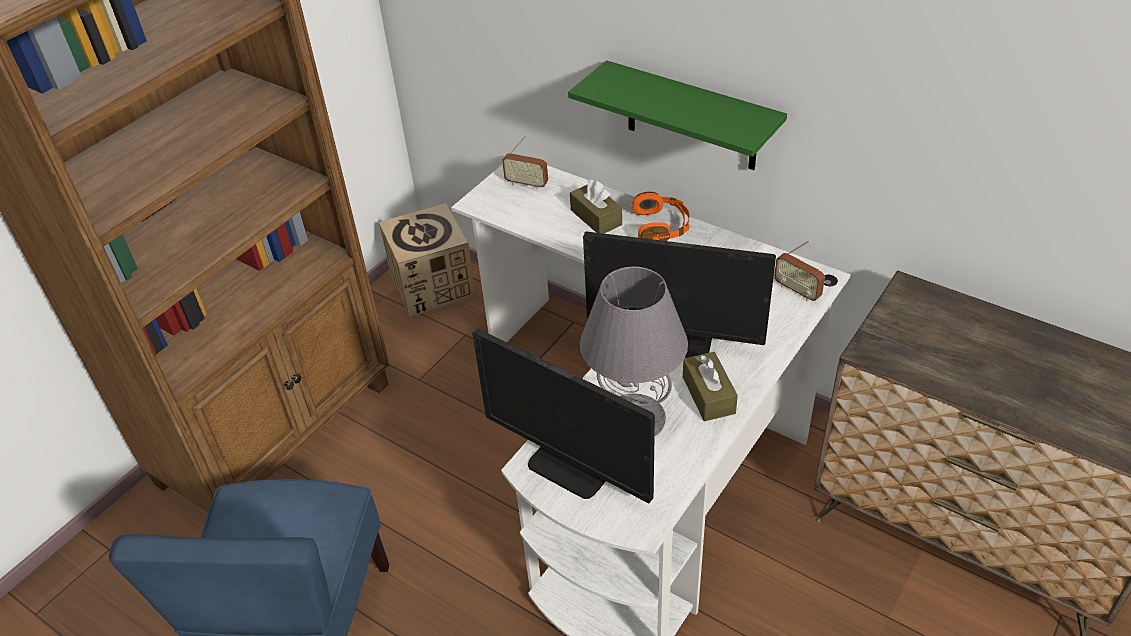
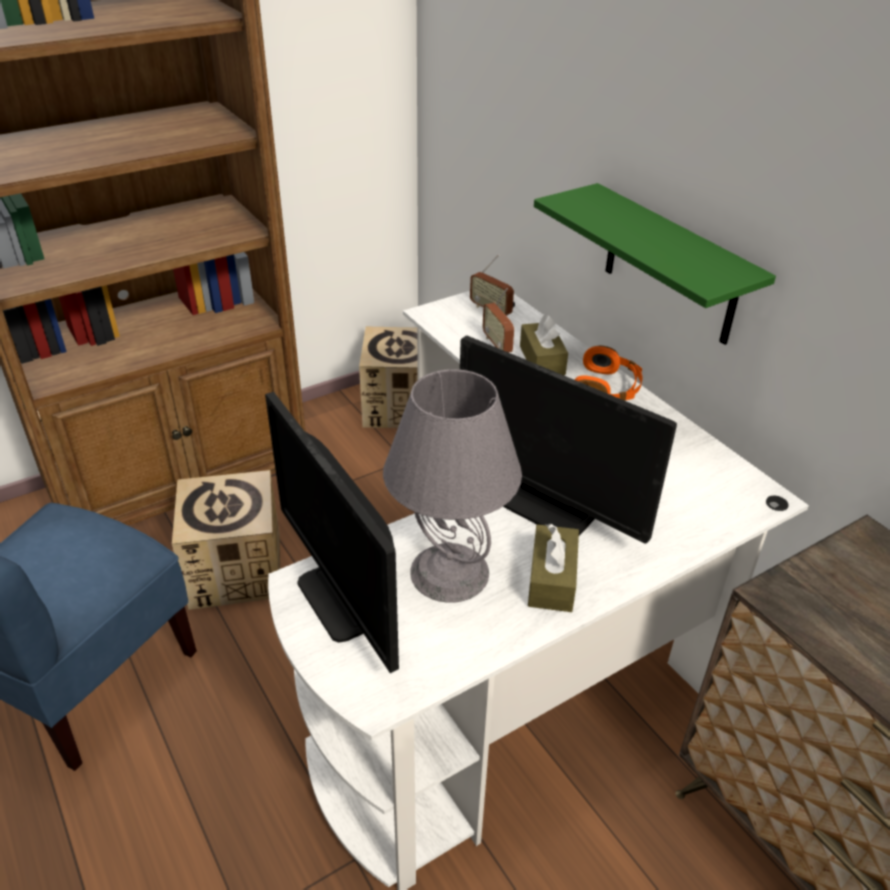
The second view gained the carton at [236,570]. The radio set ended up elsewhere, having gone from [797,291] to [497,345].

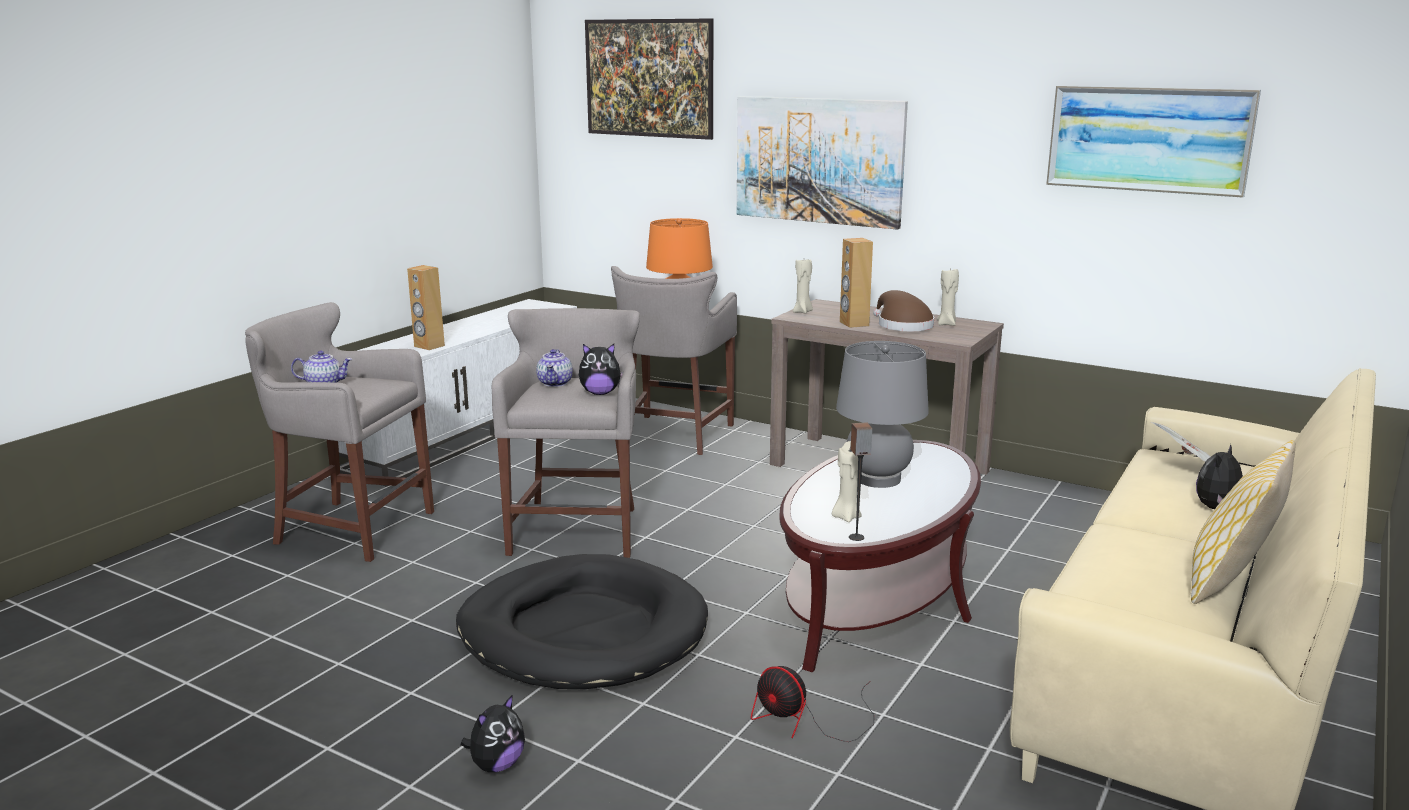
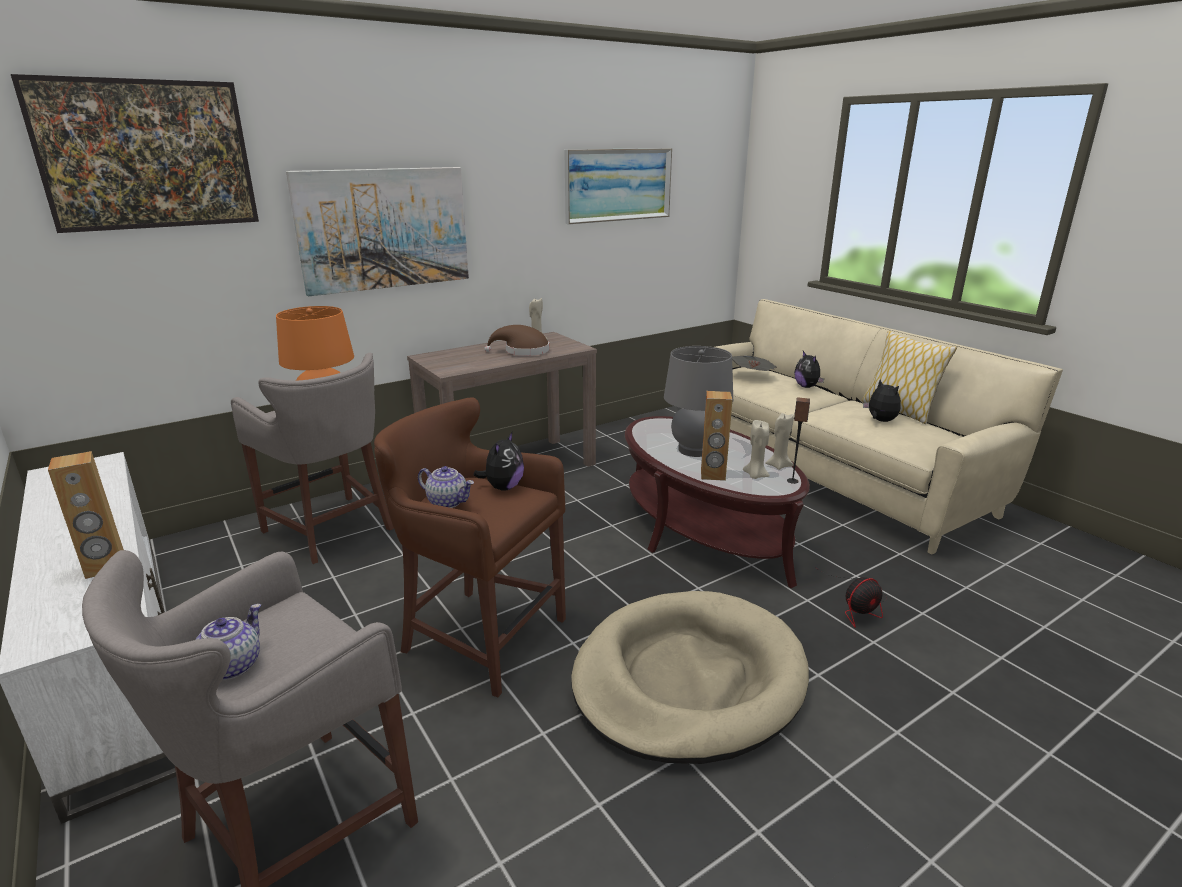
What was the grey stool at [577,529] turned into the brown-coloured stool at [479,635]. What was the blackish pet bed at [583,631] turned into the beige pet bed at [688,680]. The brown-coloured loudspeaker ended up elsewhere, having gone from [853,324] to [713,475]. The beige wax light ended up elsewhere, having gone from [803,312] to [778,465]. The plush toy ended up elsewhere, having gone from [496,765] to [880,421].

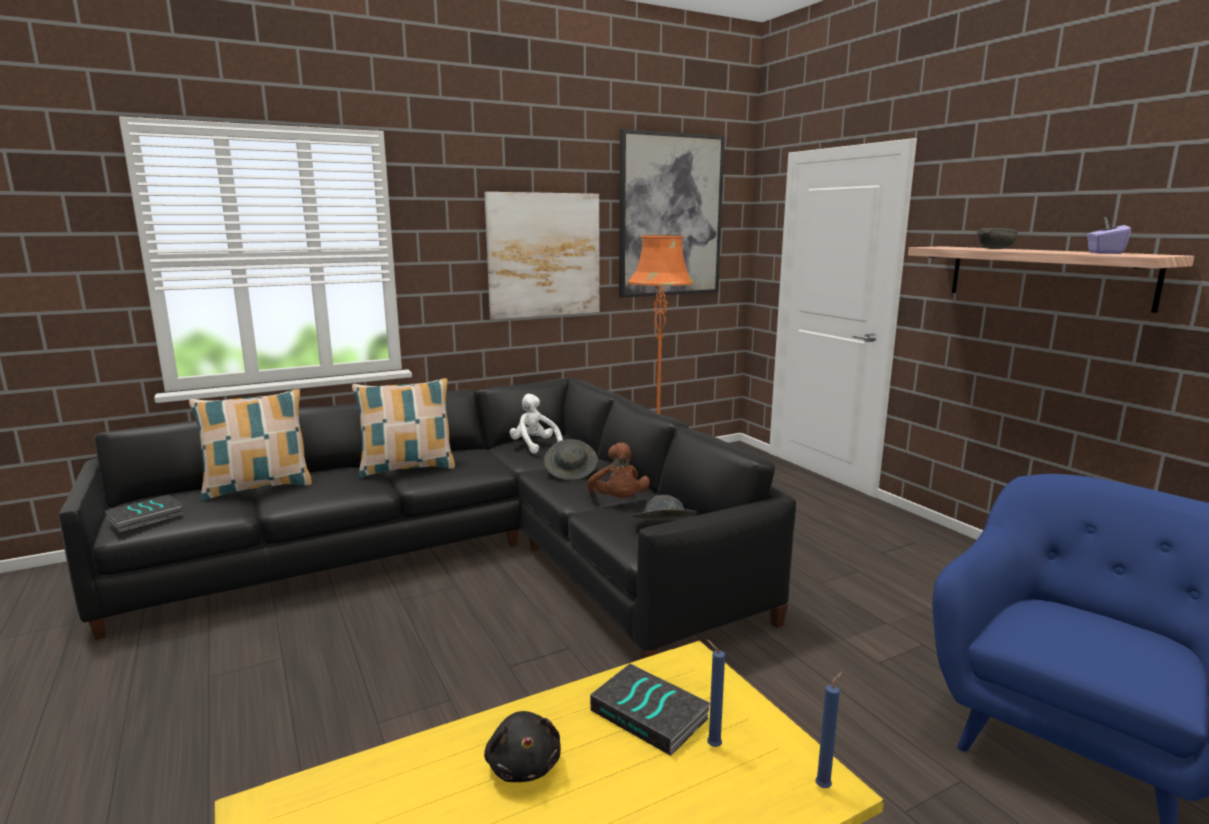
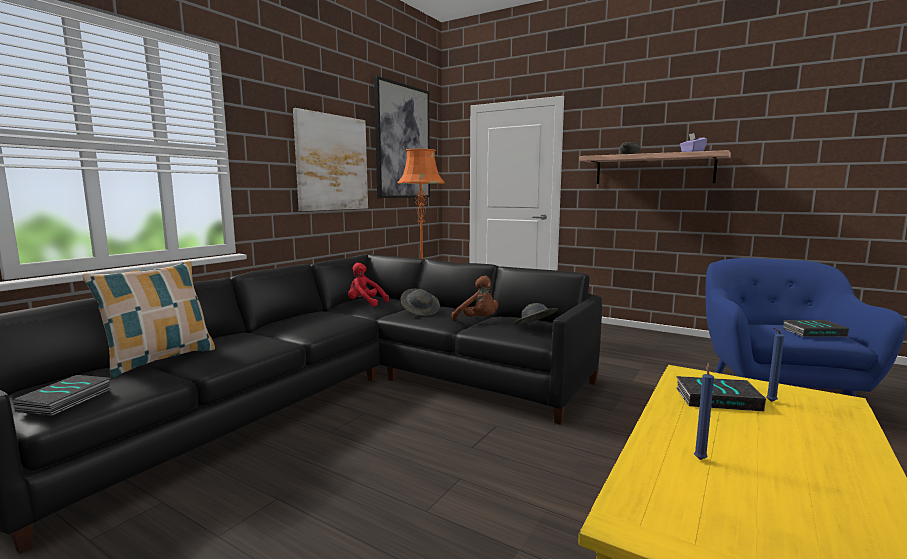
What was the whitish plush toy at [534,446] turned into the red-coloured plush toy at [365,303]. The blue wax light ended up elsewhere, having gone from [824,786] to [700,458]. The second view gained the volume at [813,332]. The second view lost the throw pillow at [407,468]. The second view lost the blackish plush toy at [523,765].

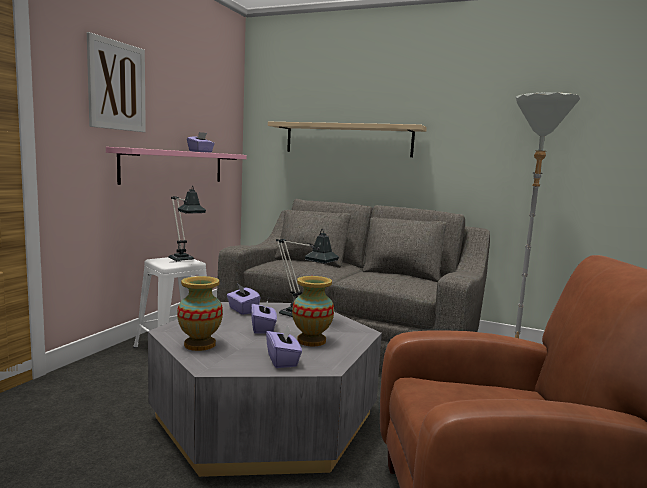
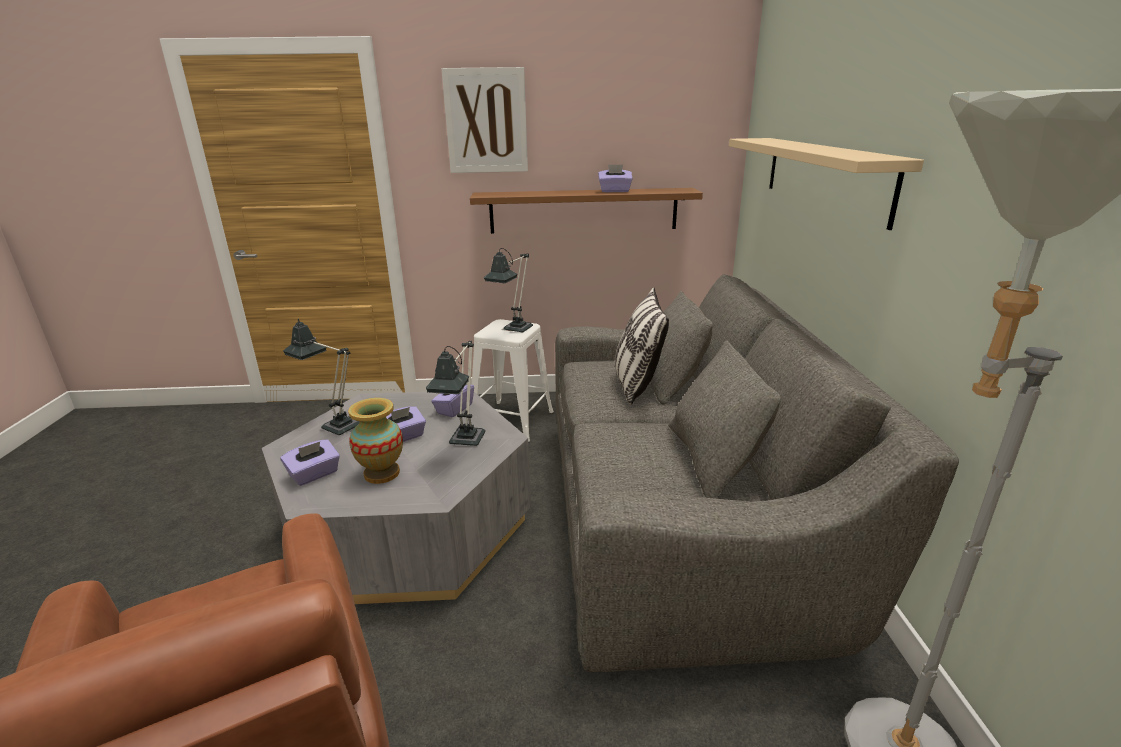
Where the flower vase stood at [200,345], the table lamp came to stand at [336,424]. What was the pink shelf at [175,167] turned into the brown-coloured shelf at [583,210]. The second view gained the throw pillow at [636,384].

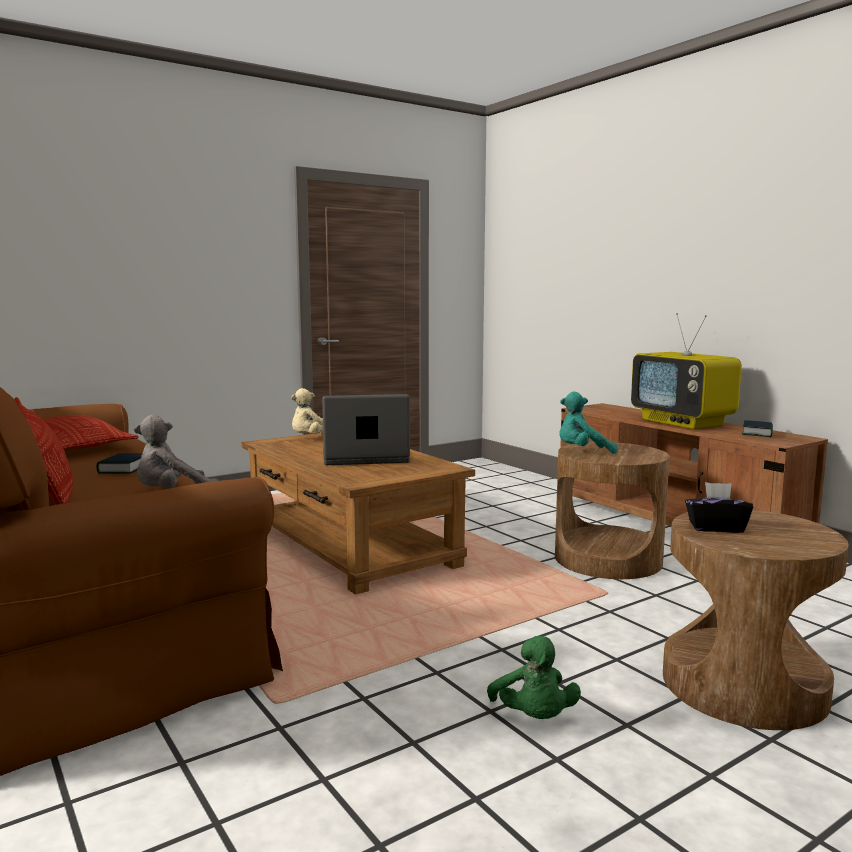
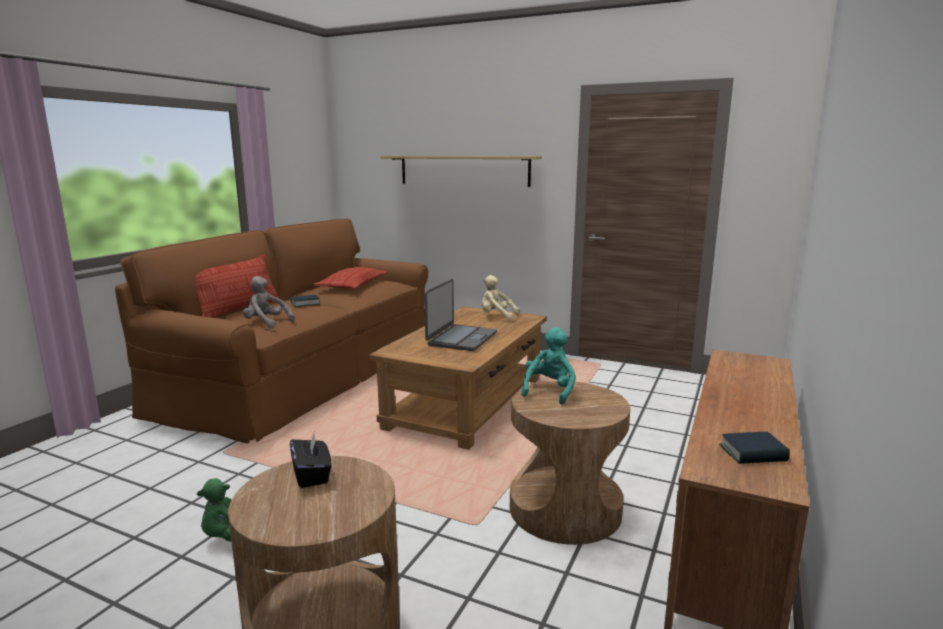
The second view gained the shelf at [463,170]. The laptop at [365,458] ended up facing another way, 60 degrees clockwise from before. The turquoise plush toy at [582,452] ended up facing another way, 60 degrees clockwise from before. The second view lost the TV set at [683,423].

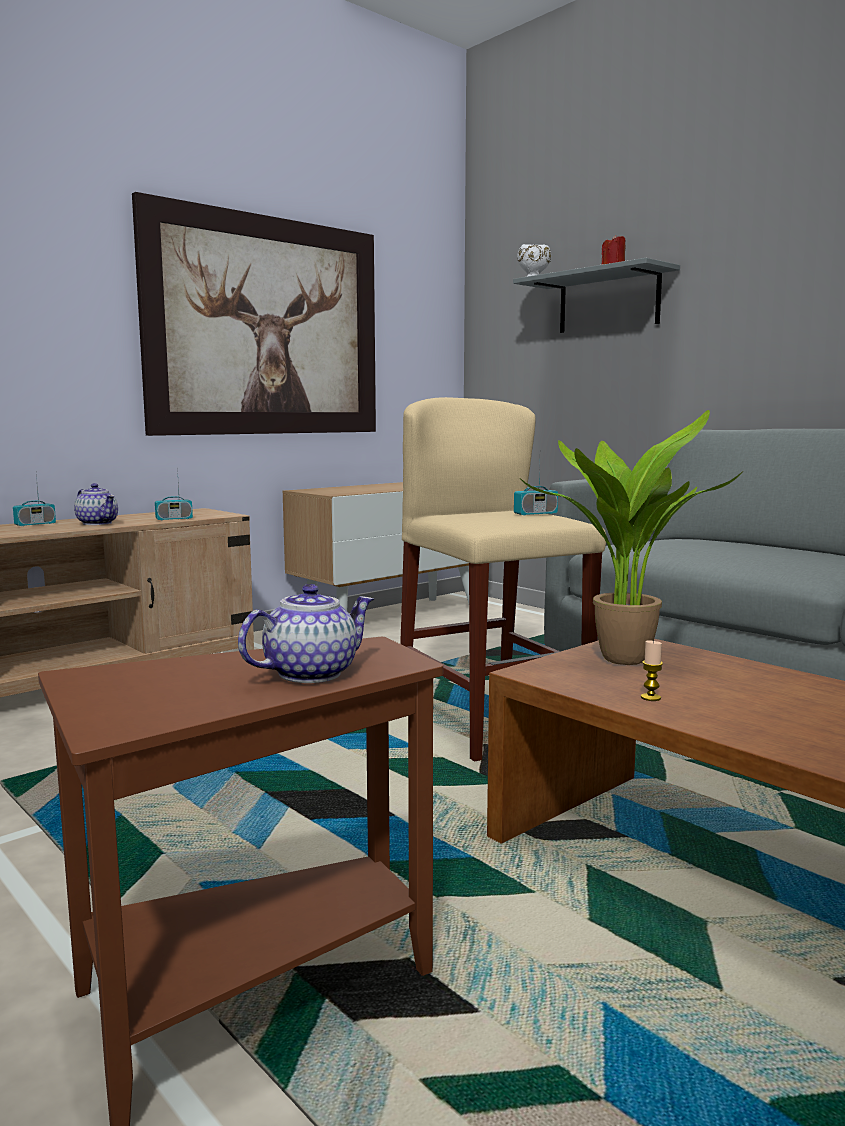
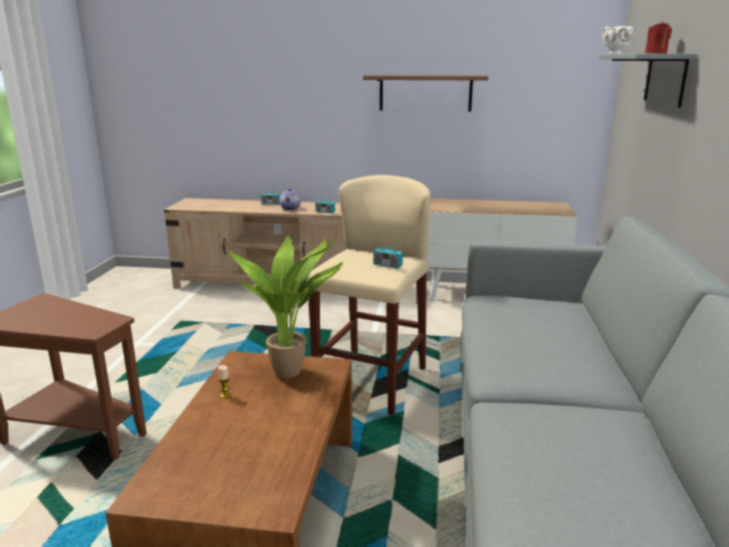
Where the wall picture hung at [266,327], the shelf came to hang at [425,93]. The second view lost the tea pot at [310,673].

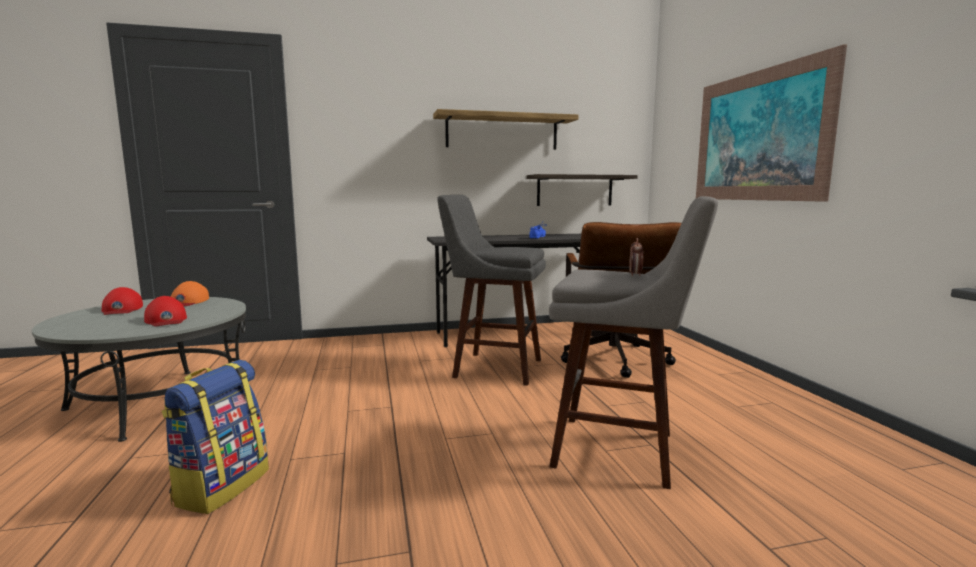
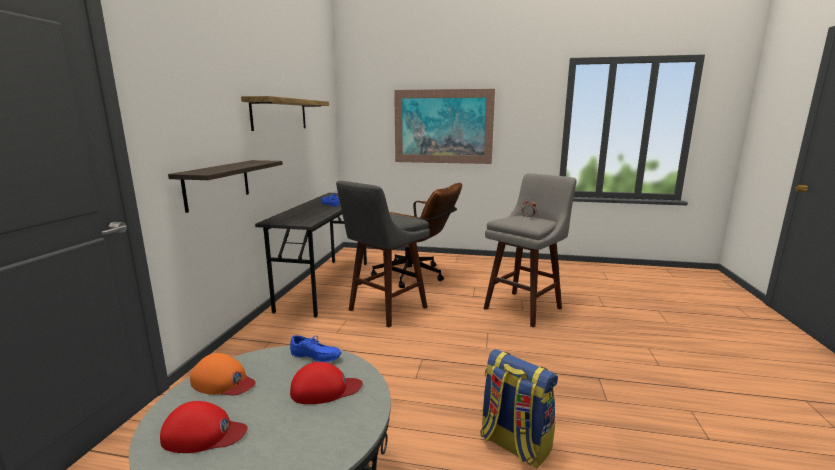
The shelf ended up elsewhere, having gone from [574,190] to [217,184]. The second view gained the blue low shoe at [314,357].

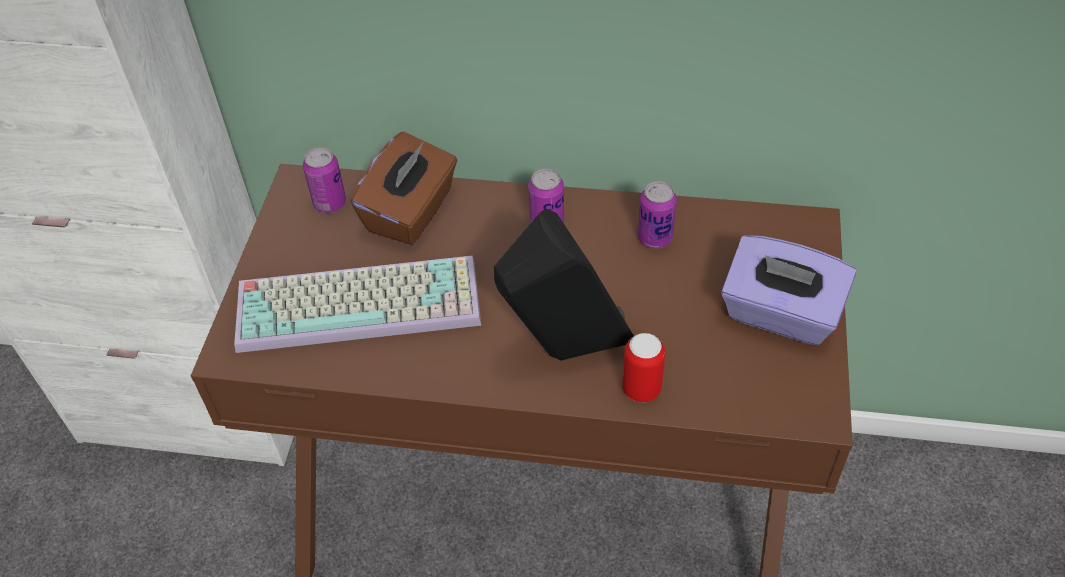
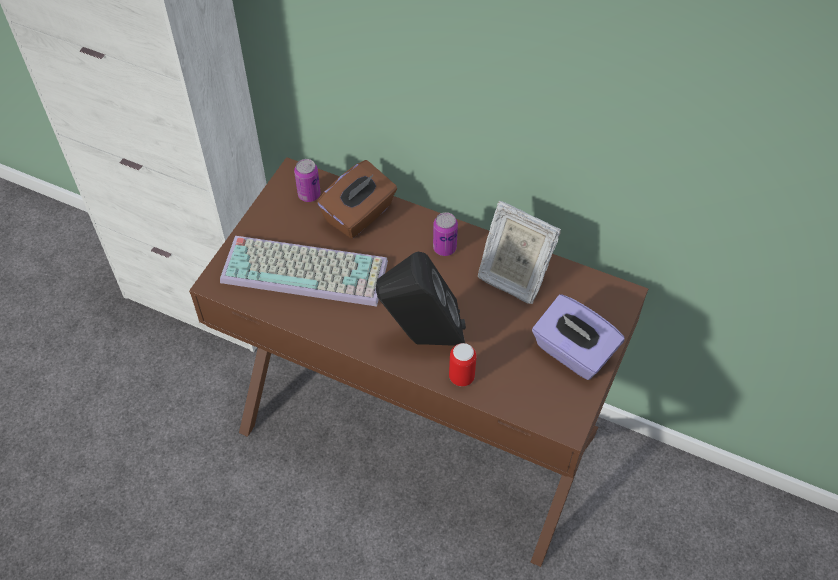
Where the can stood at [655,238], the photo frame came to stand at [512,276].

